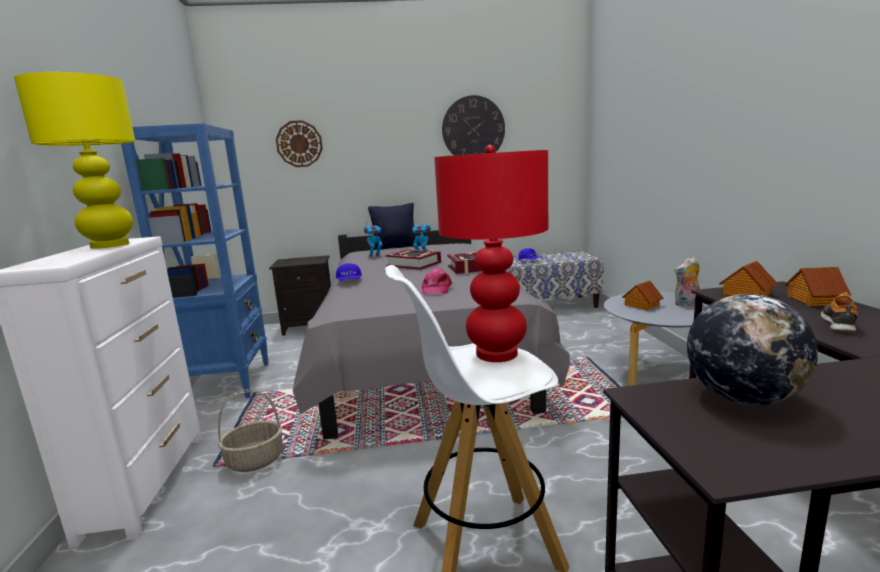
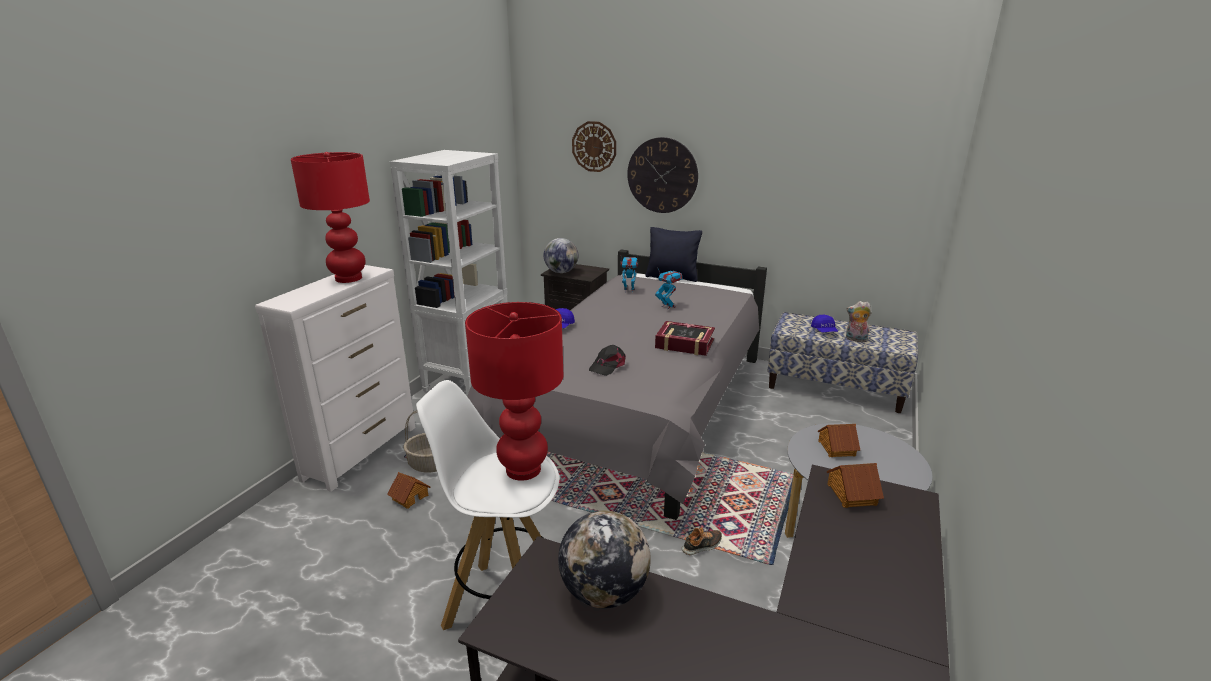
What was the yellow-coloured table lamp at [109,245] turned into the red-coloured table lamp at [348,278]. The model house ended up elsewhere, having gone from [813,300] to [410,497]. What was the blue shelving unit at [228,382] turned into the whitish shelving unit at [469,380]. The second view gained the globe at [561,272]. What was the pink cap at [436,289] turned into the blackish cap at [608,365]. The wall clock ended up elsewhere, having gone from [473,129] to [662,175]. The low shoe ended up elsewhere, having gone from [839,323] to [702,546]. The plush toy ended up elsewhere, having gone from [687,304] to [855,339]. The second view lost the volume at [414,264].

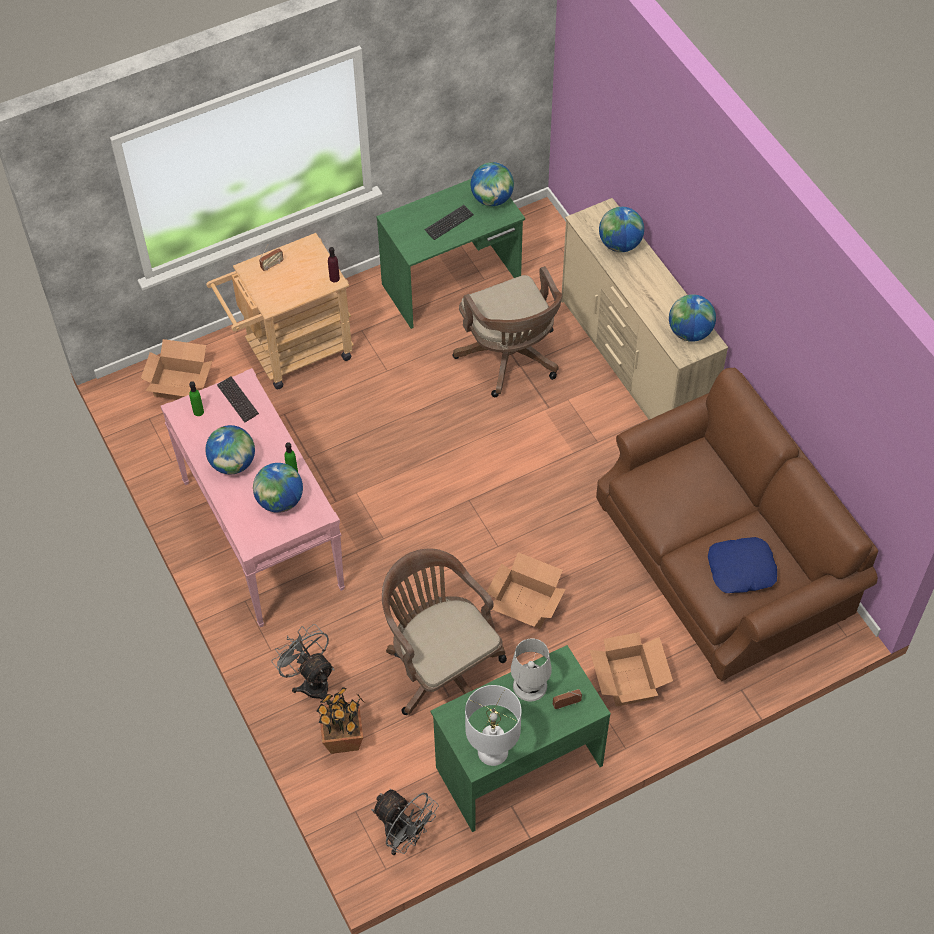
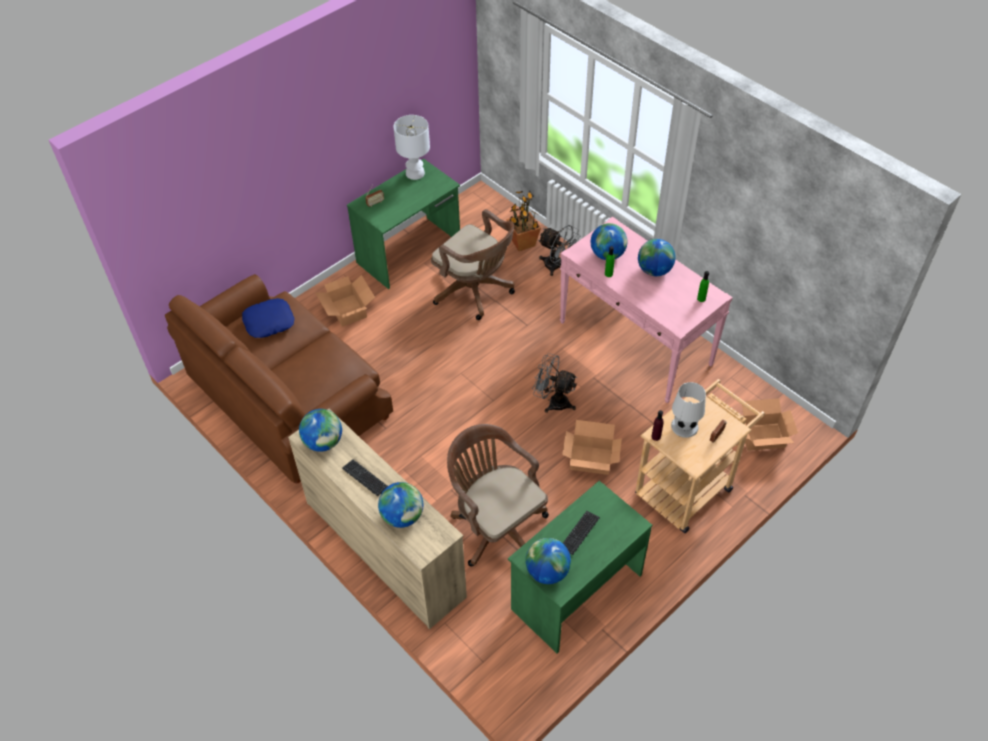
The PC keyboard ended up elsewhere, having gone from [237,400] to [365,478]. The grey fan ended up elsewhere, having gone from [404,836] to [553,401]. The carton ended up elsewhere, having gone from [525,604] to [591,460]. The whitish table lamp ended up elsewhere, having gone from [530,685] to [684,426].

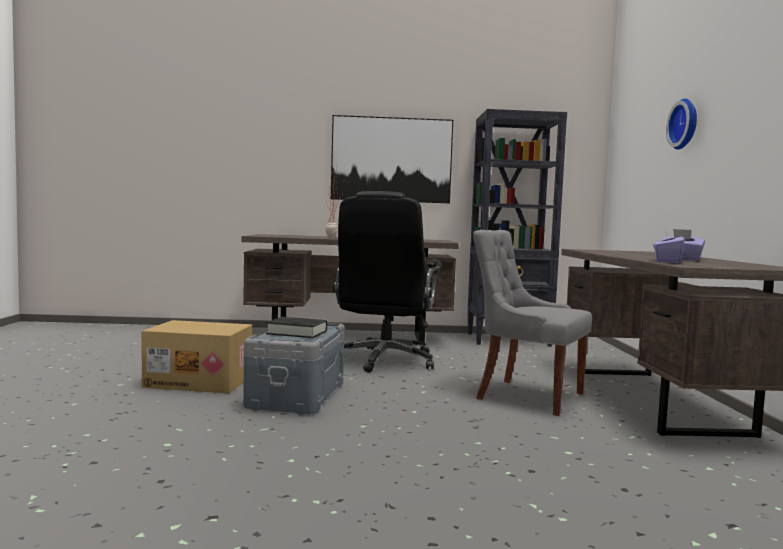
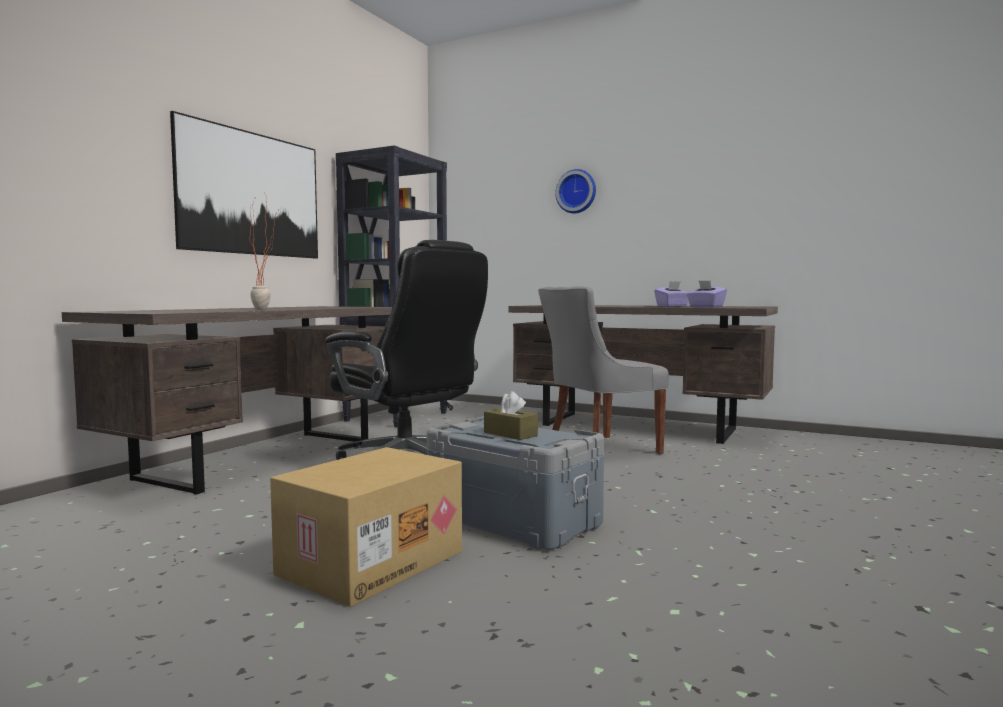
Where the blackish volume stood at [297,332], the brown-coloured tissue holder came to stand at [510,434].

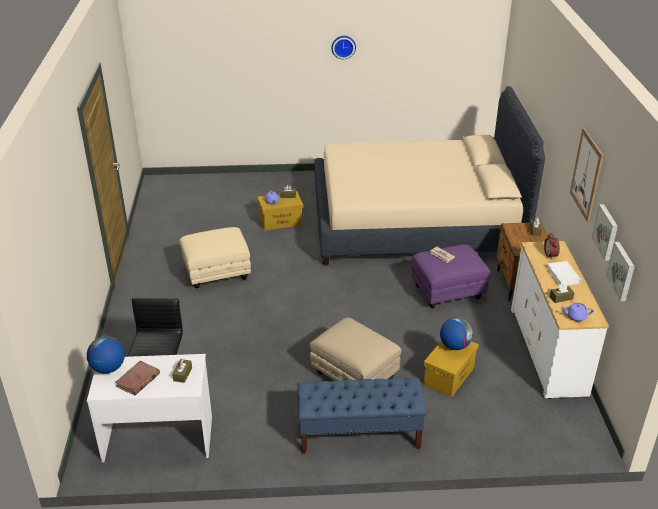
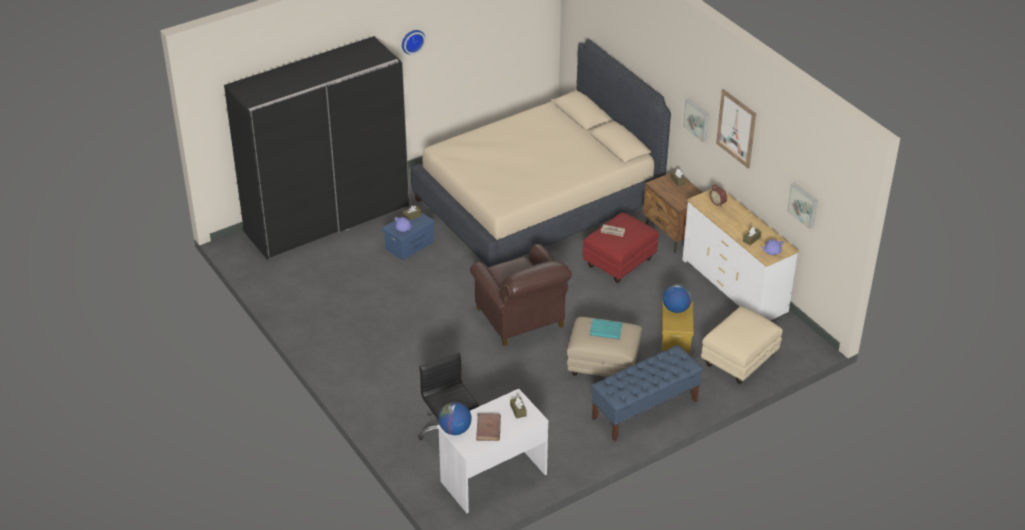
The second view gained the blackish wardrobe at [327,219]. What was the yellow-coloured storage container at [281,221] turned into the blue storage container at [409,245]. The second view gained the brown-coloured armchair at [522,320]. What was the purplish footrest at [448,292] turned into the red-coloured footrest at [620,262]. The second view gained the turquoise volume at [606,330]. The wall picture ended up elsewhere, having gone from [606,232] to [697,119]. The beige footrest ended up elsewhere, having gone from [216,273] to [738,361]. The second view lost the whitish volume at [563,275].

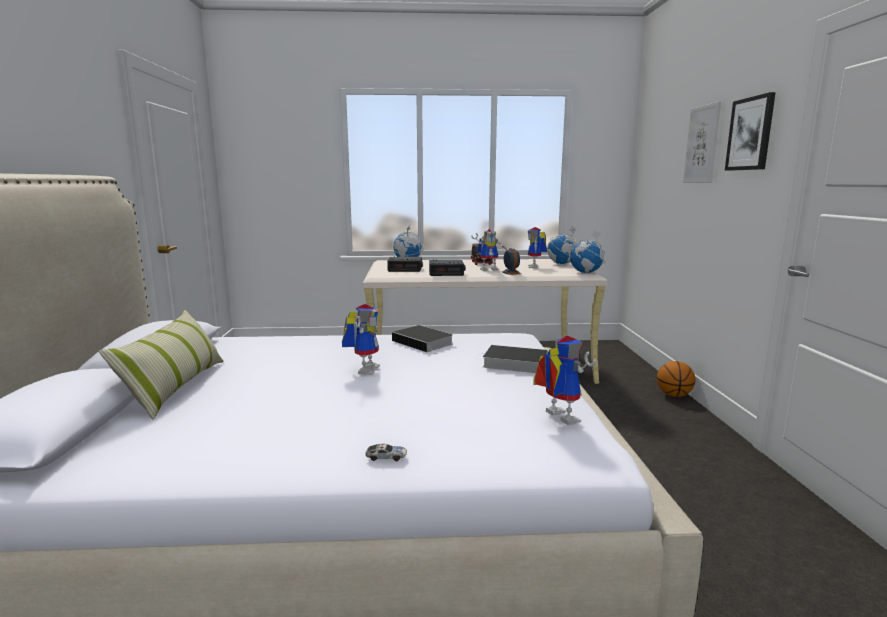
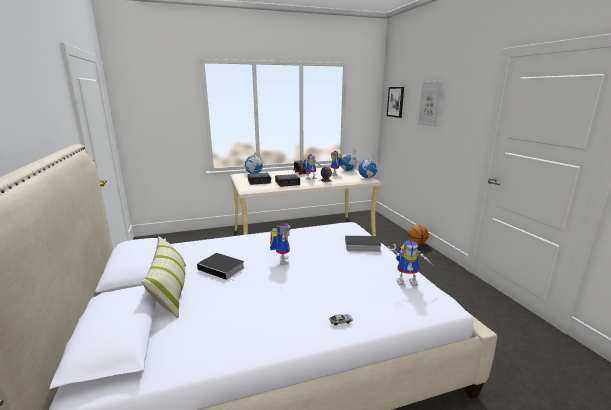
The volume ended up elsewhere, having gone from [424,342] to [222,268]. The wall picture ended up elsewhere, having gone from [750,134] to [395,102]. The robot figure at [555,417] ended up facing another way, 135 degrees clockwise from before.

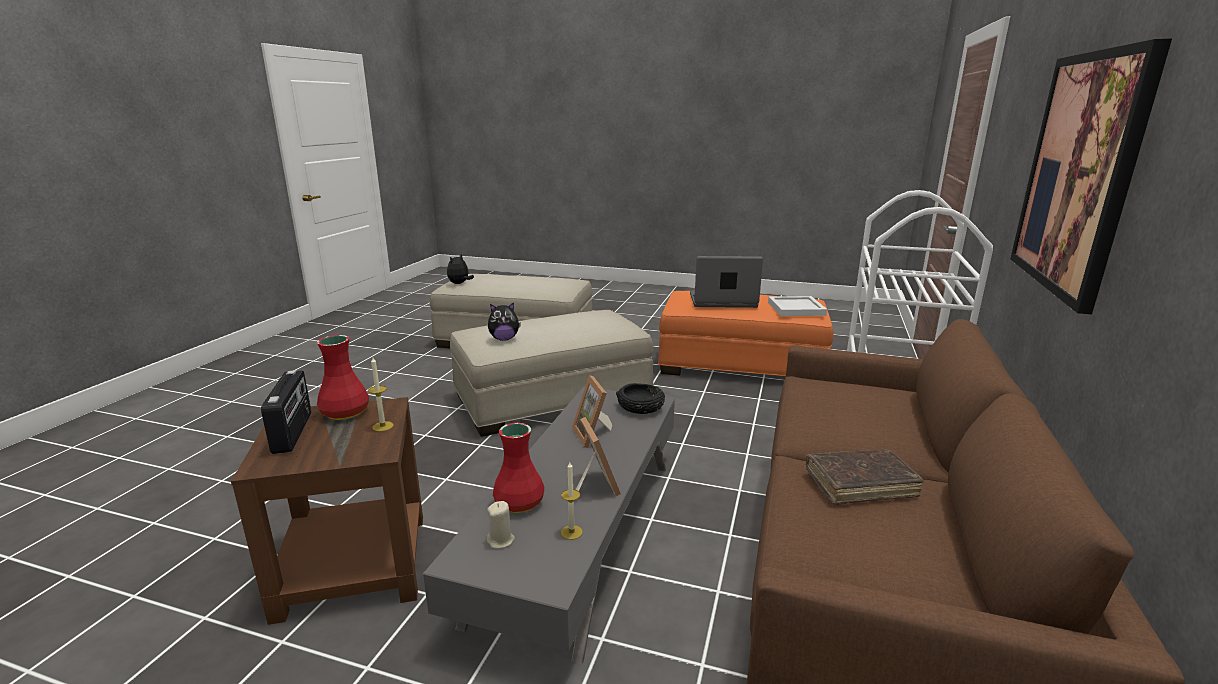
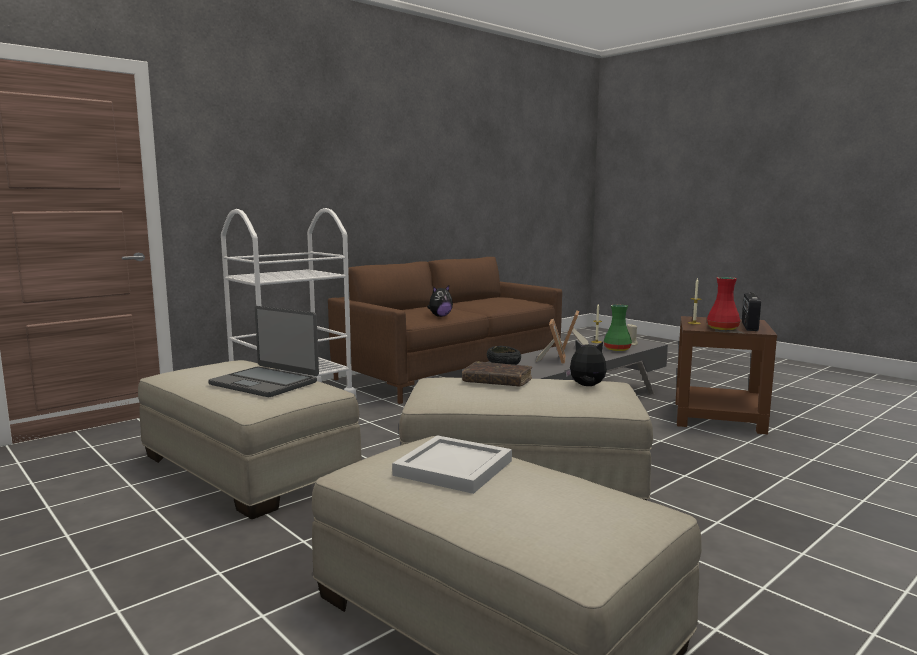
What was the orange footrest at [740,364] turned into the beige footrest at [248,467]. The whitish serving tray ended up elsewhere, having gone from [797,309] to [453,467]. The plush toy ended up elsewhere, having gone from [459,283] to [440,316]. The brown-coloured volume ended up elsewhere, having gone from [860,484] to [497,382]. What was the red-coloured flower vase at [520,503] turned into the green flower vase at [616,349]. The second view lost the wall picture at [1079,174].

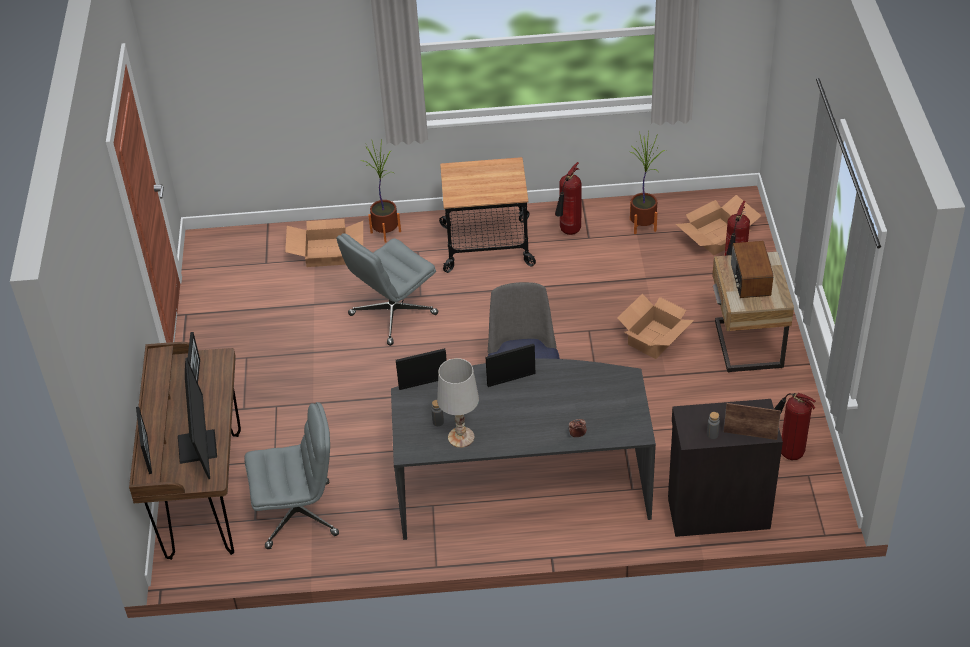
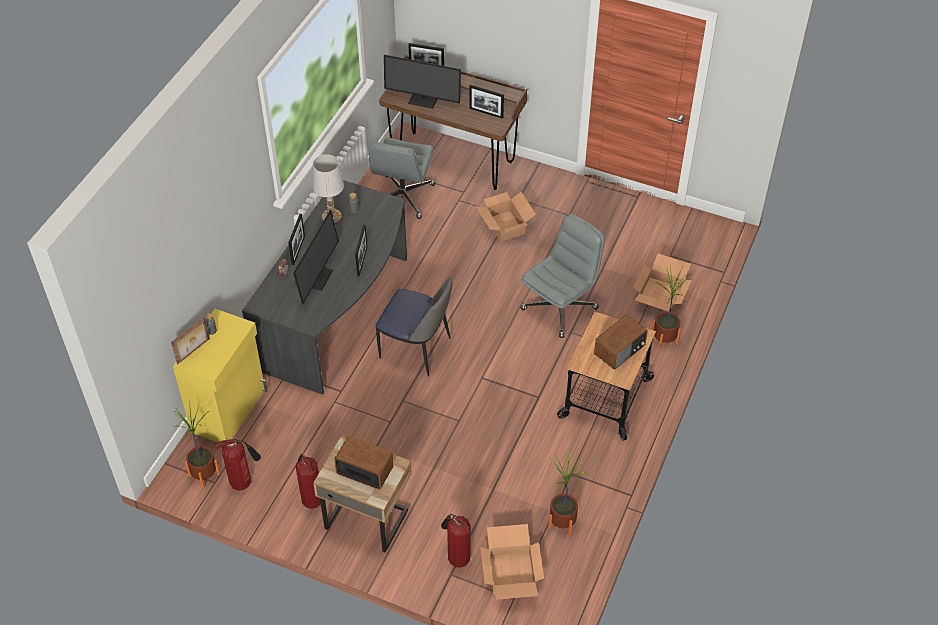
What was the blackish cupboard at [717,511] turned into the yellow-coloured cupboard at [230,410]. The second view gained the houseplant at [204,474]. The photo frame ended up elsewhere, having gone from [423,383] to [298,250]. The second view gained the monitor at [315,277]. The fire extinguisher ended up elsewhere, having gone from [569,232] to [310,499]. The carton ended up elsewhere, having gone from [653,339] to [505,226]. The grey computer chair at [392,315] ended up facing another way, 60 degrees clockwise from before. The second view gained the radio set at [620,350].

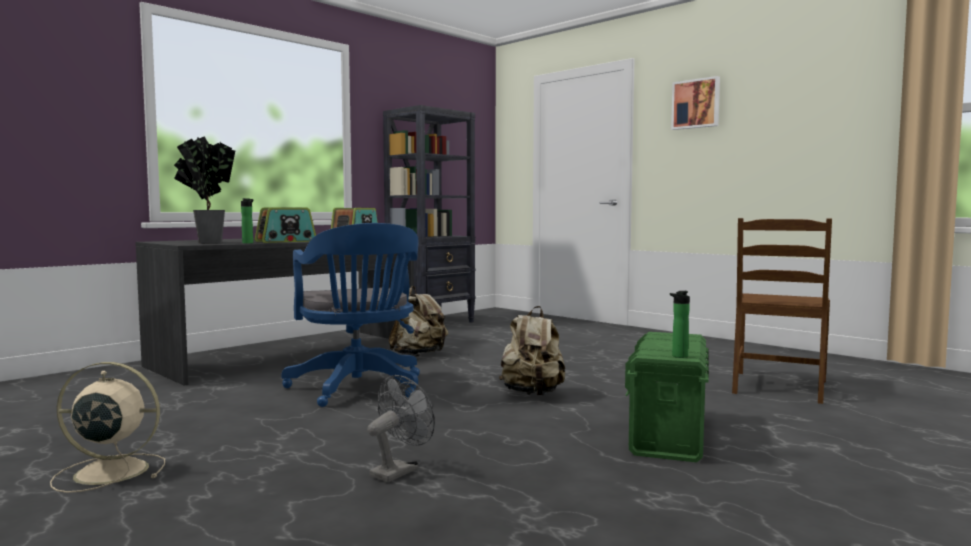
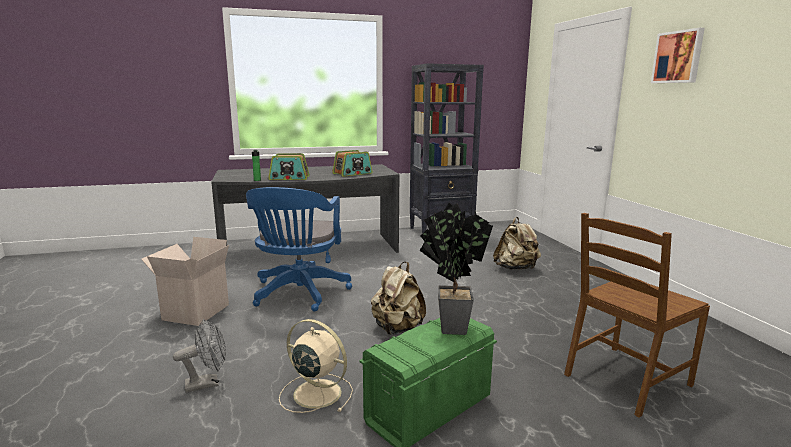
The second view gained the carton at [195,311]. The beige fan ended up elsewhere, having gone from [108,472] to [315,393]. The houseplant ended up elsewhere, having gone from [205,242] to [448,327]. The beige knapsack ended up elsewhere, having gone from [419,355] to [516,268]. The second view lost the drink bottle at [678,356].

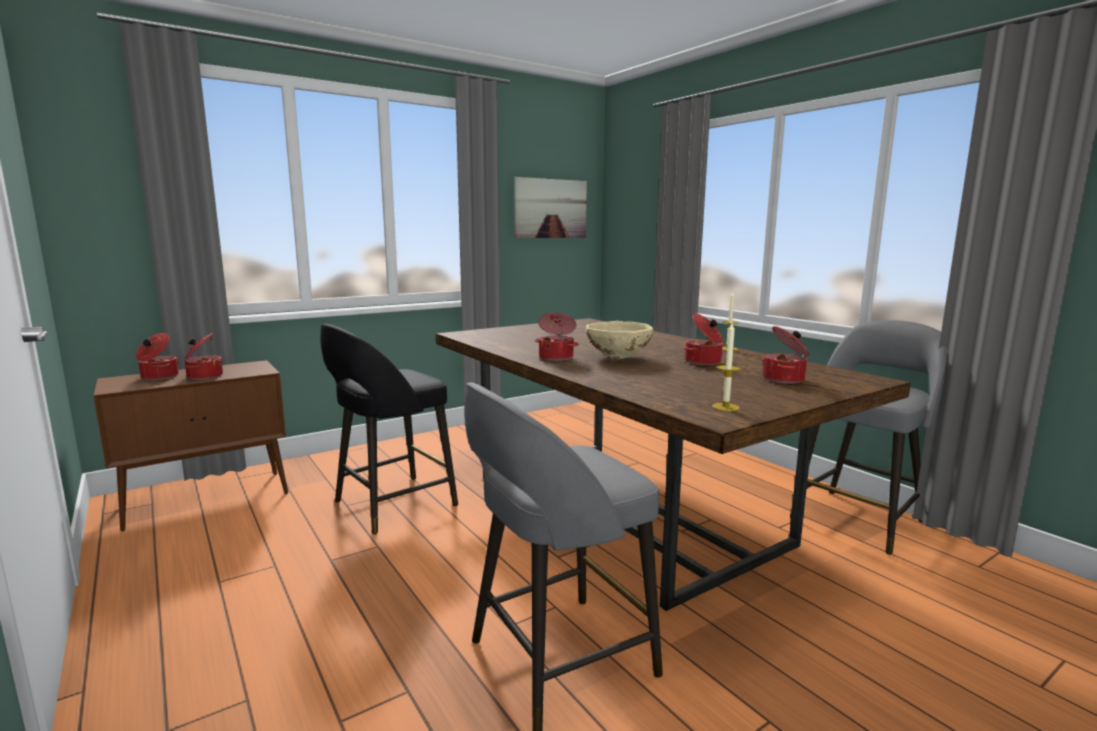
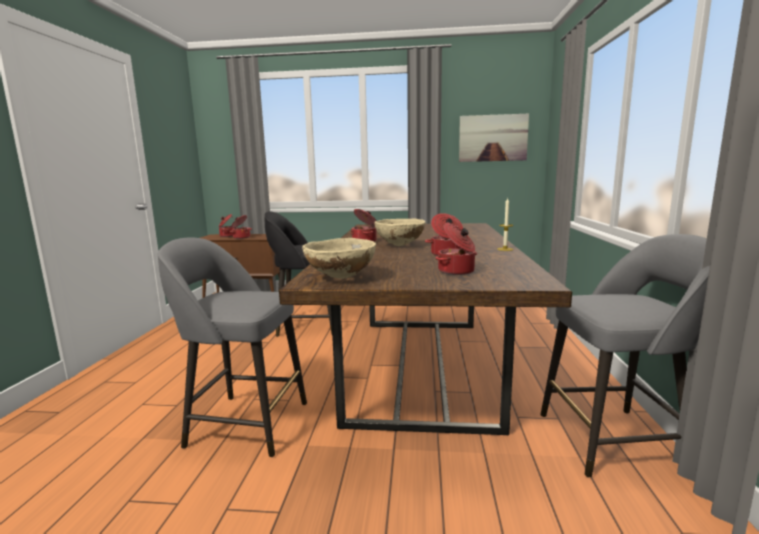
Where the wax light stood at [725,407], the beige serving bowl came to stand at [340,278].

